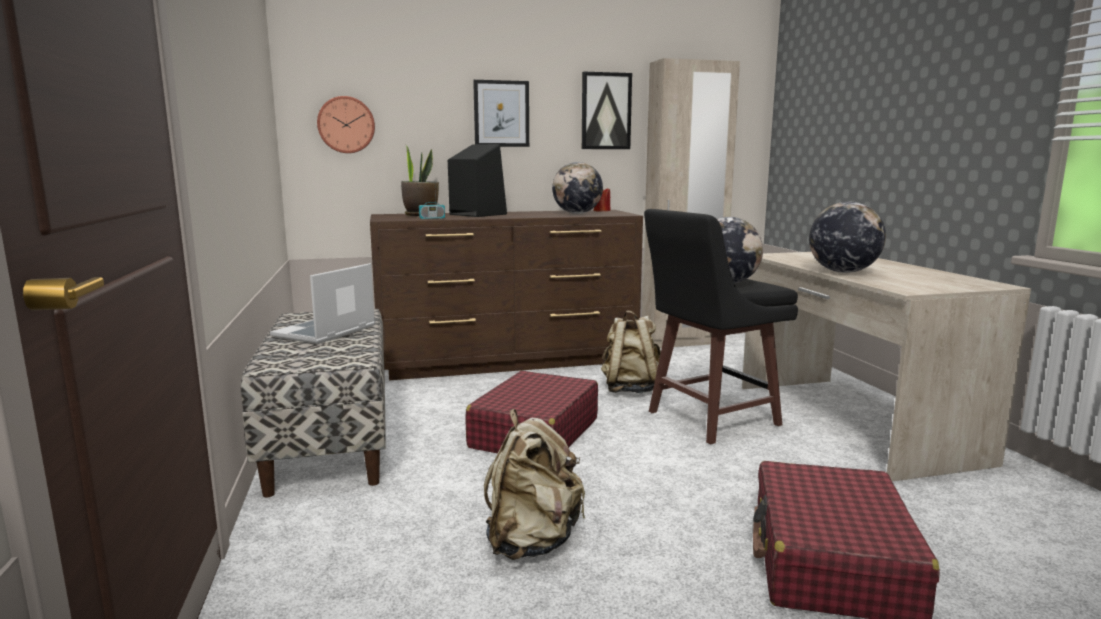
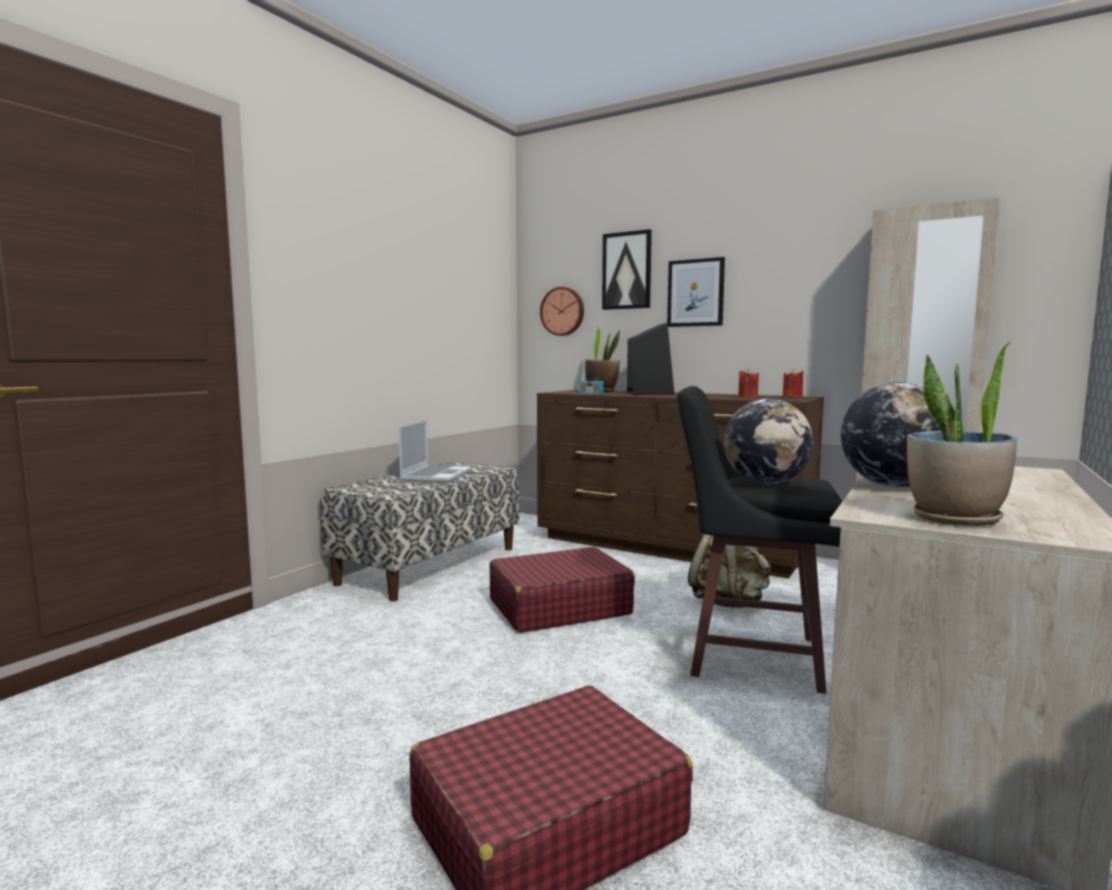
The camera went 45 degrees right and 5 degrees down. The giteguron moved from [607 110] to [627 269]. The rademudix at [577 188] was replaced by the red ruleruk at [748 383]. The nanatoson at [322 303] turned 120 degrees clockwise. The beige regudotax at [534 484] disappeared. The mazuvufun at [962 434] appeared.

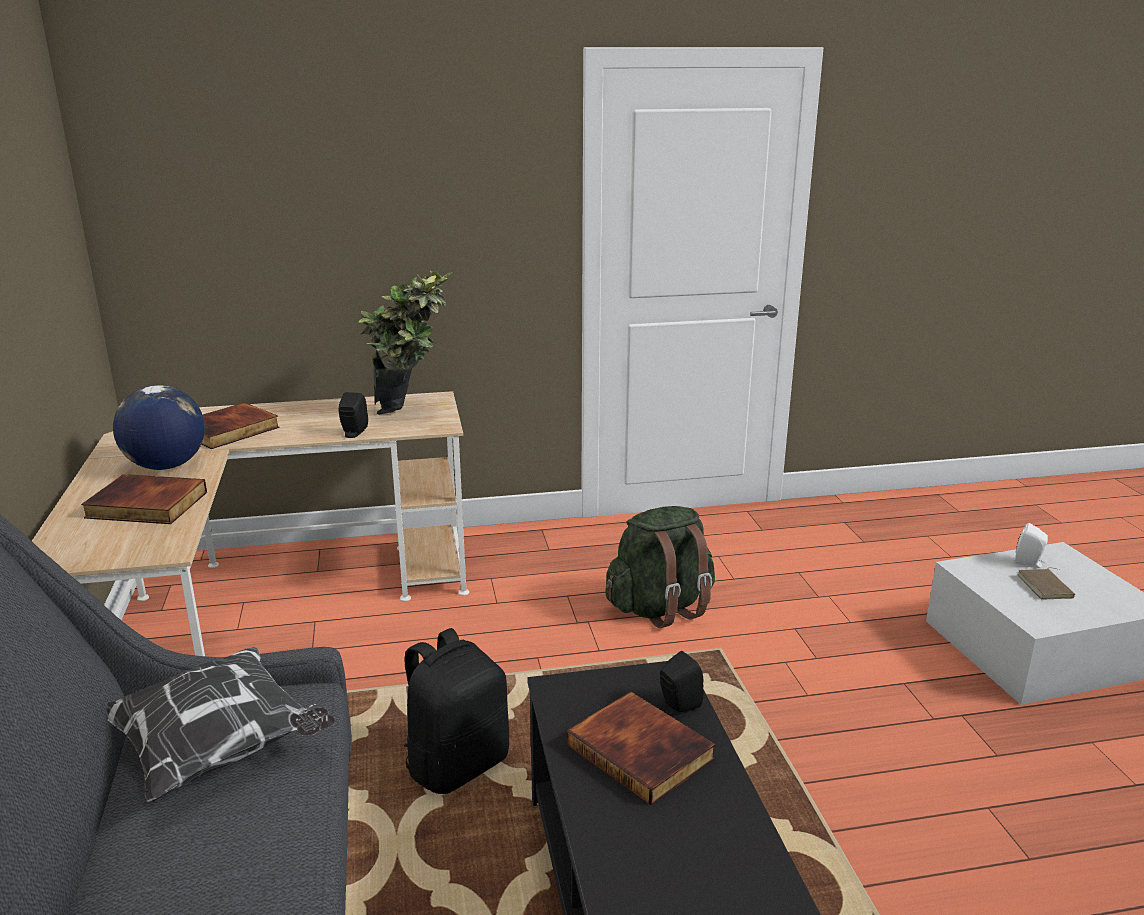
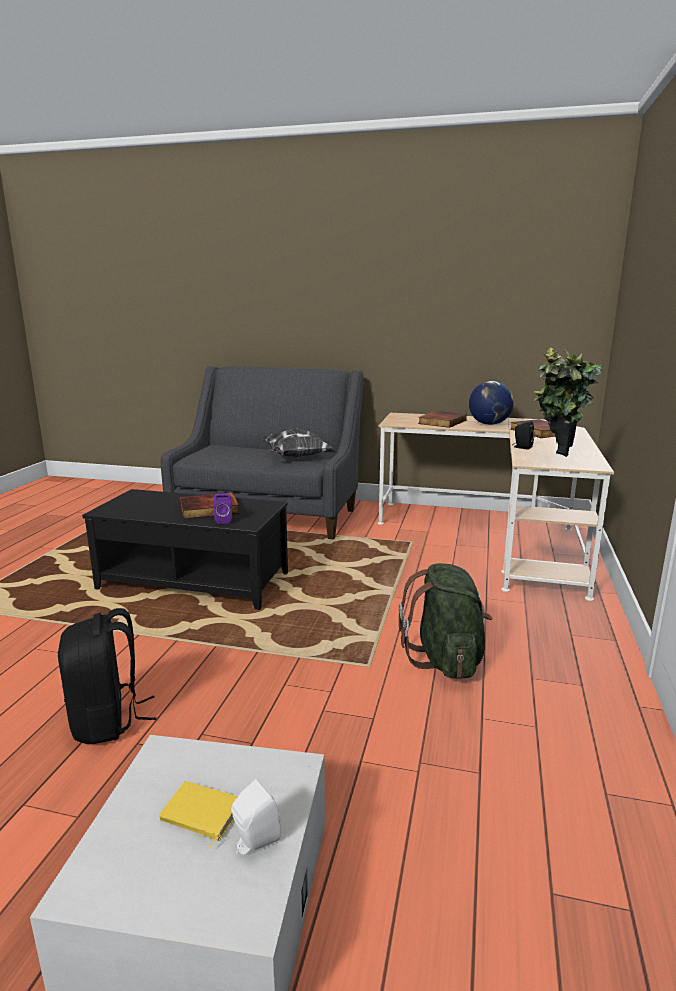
The camera went 115 degrees right and 5 degrees down. The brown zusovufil at [1046 583] became the yellow zusovufil at [198 815]. The black regudotax moved from [456 711] to [107 676]. The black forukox at [682 683] became the purple forukox at [222 508].

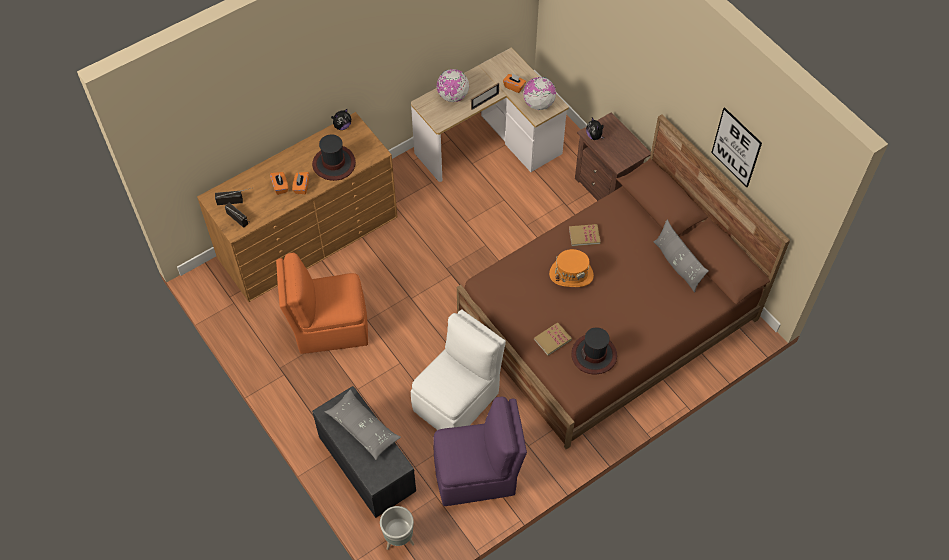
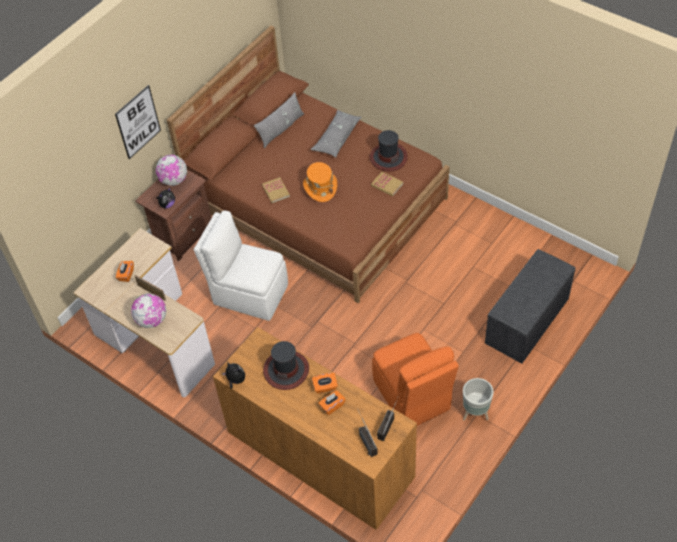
The camera went 105 degrees left and 5 degrees down. The rademudix moved from [539 93] to [171 170]. The giteguron moved from [736 147] to [138 122]. The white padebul moved from [458 370] to [241 265]. The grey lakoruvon moved from [363 424] to [336 133]. The purple padebul at [480 451] disappeared. The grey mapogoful moved from [397 528] to [478 399].

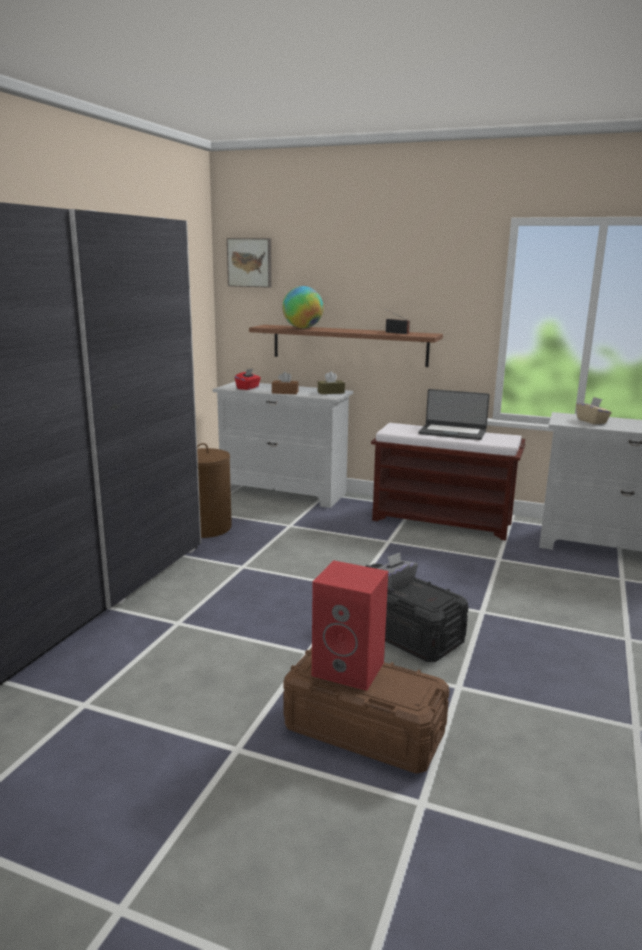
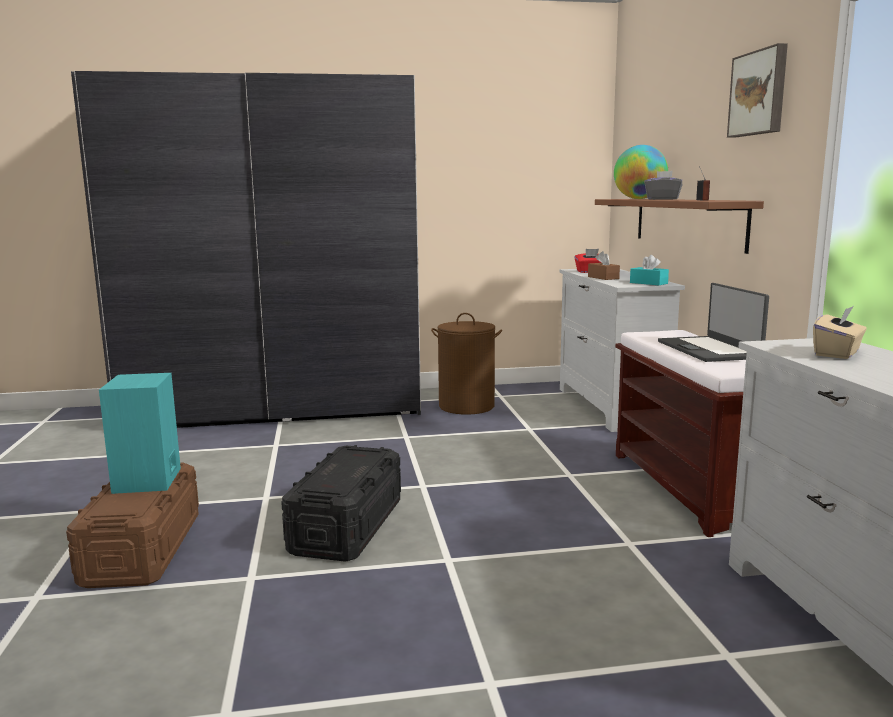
The camera went 60 degrees right and 5 degrees down. The giteguron moved from [249 263] to [757 90]. The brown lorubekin at [331 382] became the turquoise lorubekin at [649 270]. The grey lorubekin moved from [397 571] to [663 185]. The red forukox at [350 625] became the turquoise forukox at [140 433].

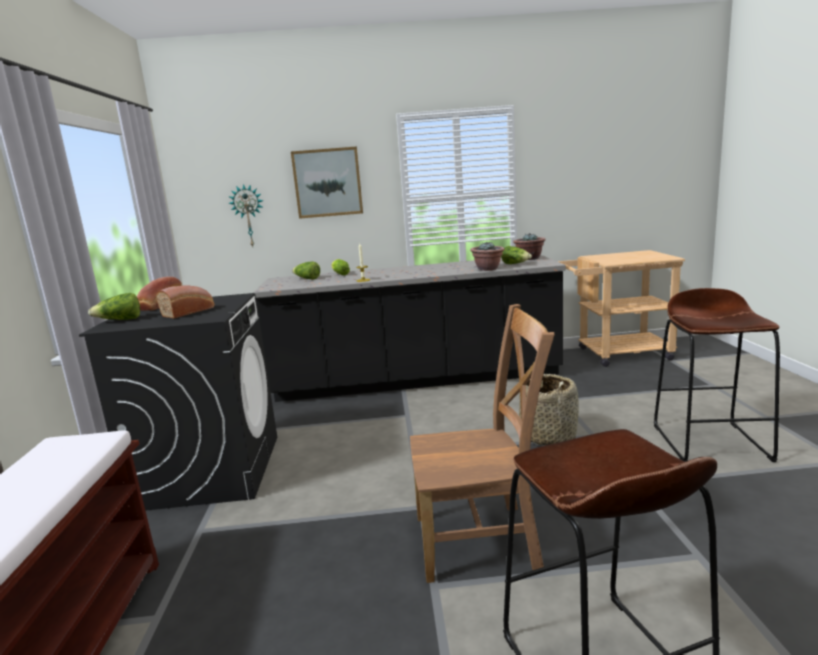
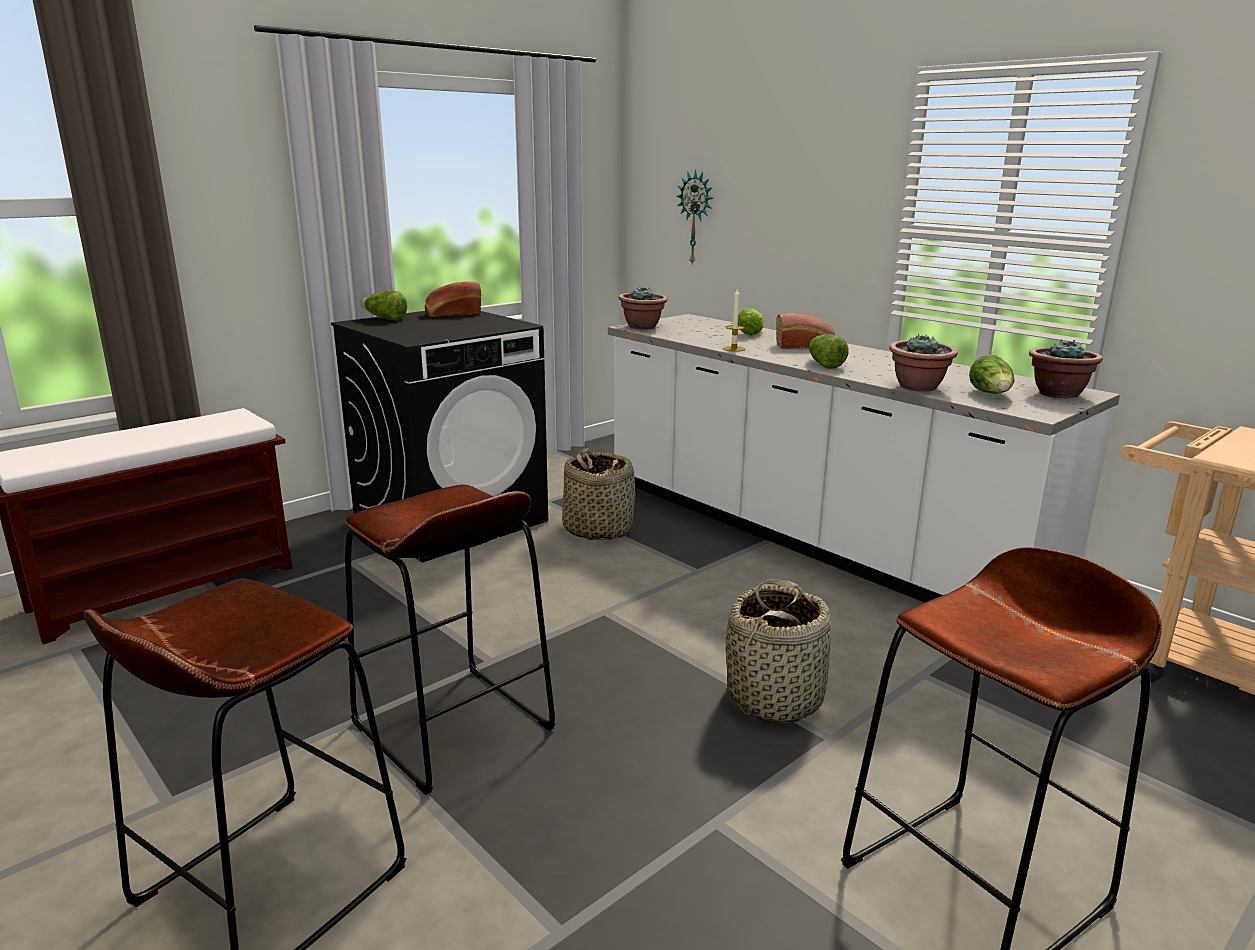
The camera went 50 degrees right and 5 degrees up. The giteguron at [327 182] disappeared. The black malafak at [409 328] became the white malafak at [864 458]. The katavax moved from [306 271] to [829 351]. The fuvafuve moved from [185 302] to [805 331]. The brown padebul at [482 443] was replaced by the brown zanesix at [450 640]. The mazuvufun at [643 308] appeared. The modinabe at [598 494] appeared.

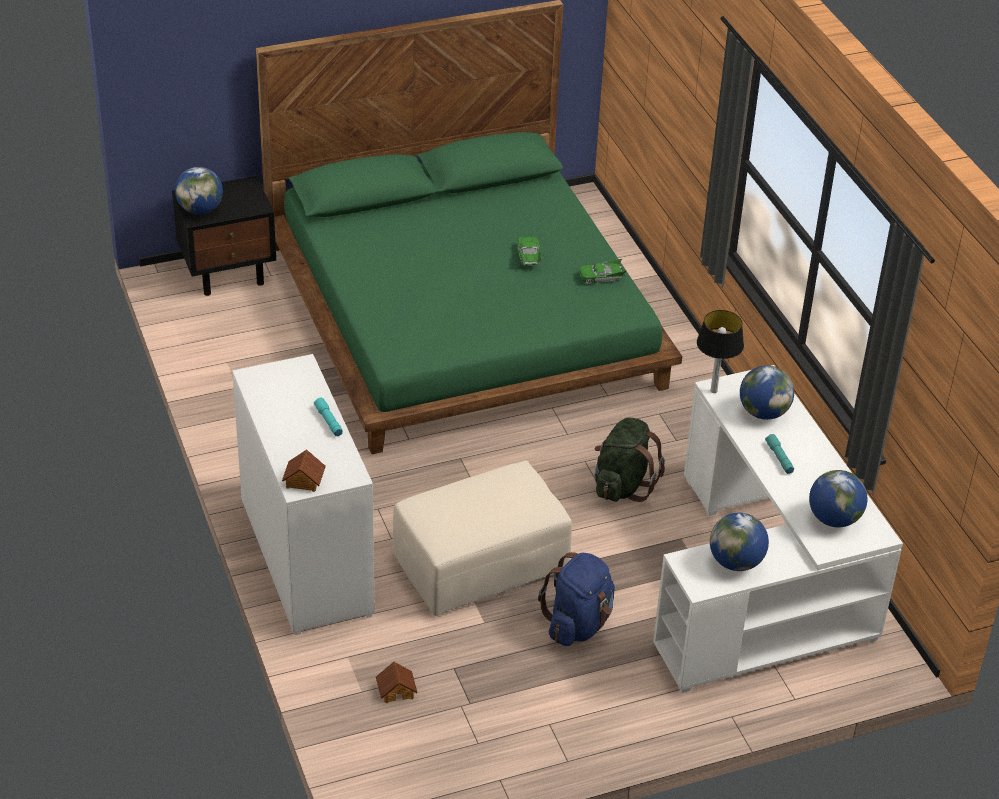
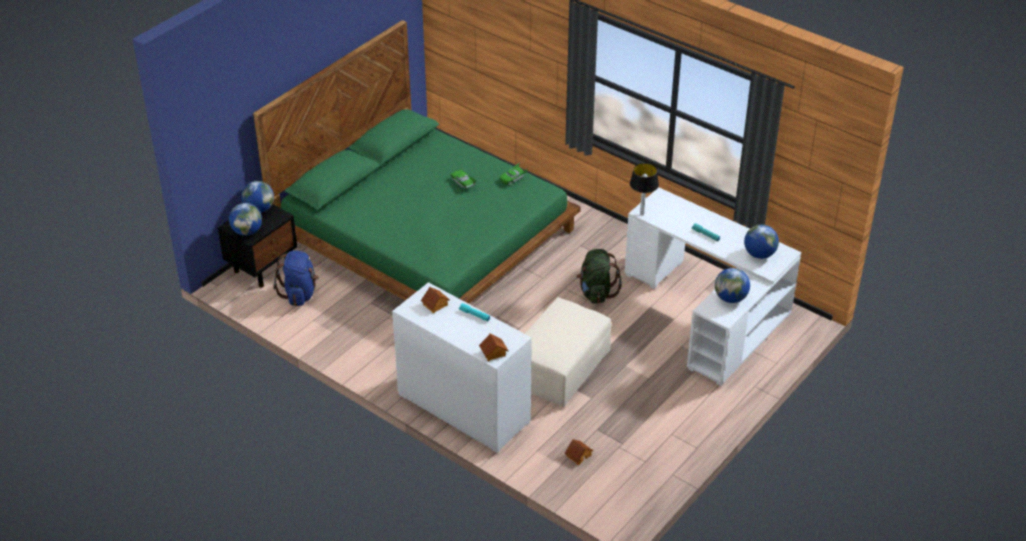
The camera went 30 degrees left and 0 degrees up. The rademudix moved from [767 392] to [257 197]. The blue regudotax moved from [576 599] to [296 278]. The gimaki at [435 300] appeared.

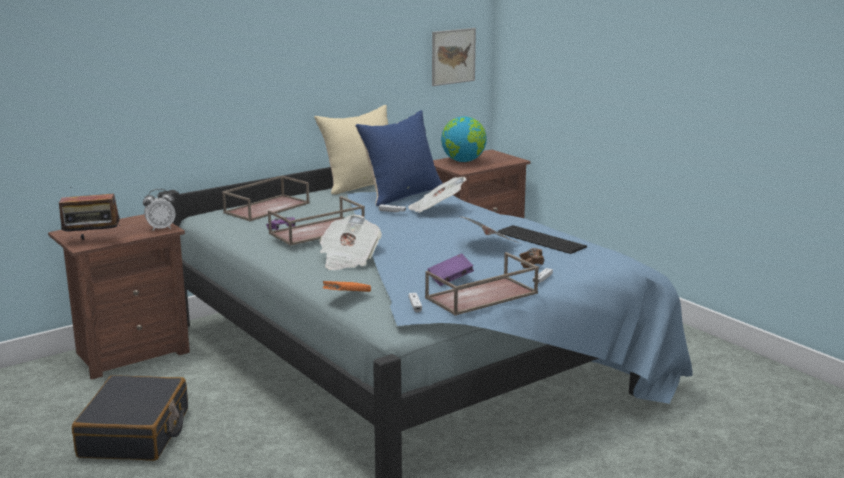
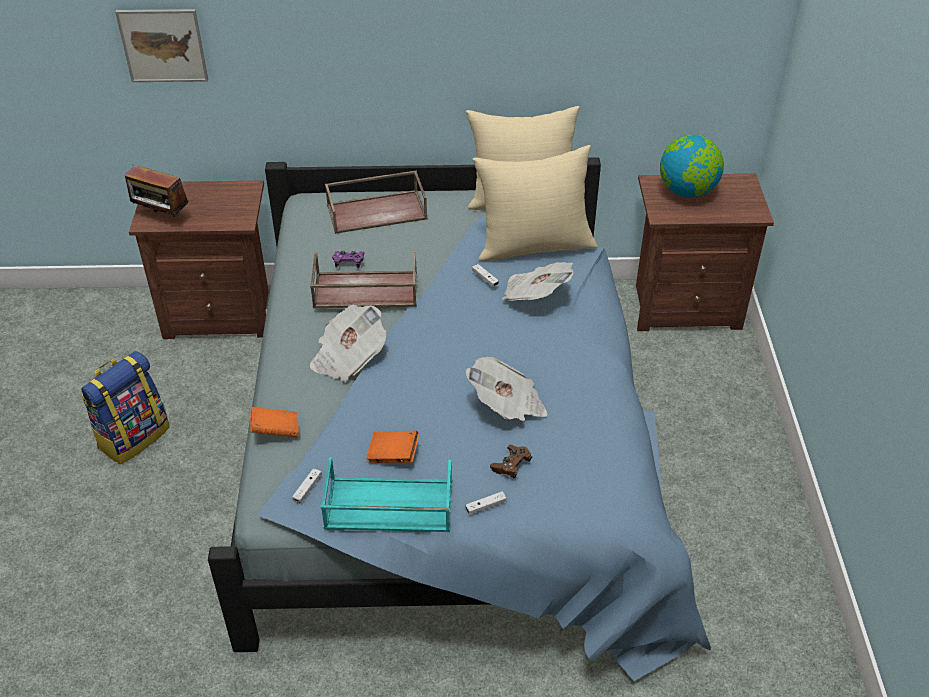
The camera went 35 degrees right and 25 degrees up. The giteguron moved from [454 57] to [161 45]. The blue lakoruvon at [399 158] became the beige lakoruvon at [535 203]. The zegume at [159 210] disappeared. The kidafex at [542 239] disappeared. The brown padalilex at [482 284] became the turquoise padalilex at [386 494]. The purple zusovufil at [451 269] became the orange zusovufil at [392 447]. The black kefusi at [130 418] was replaced by the regudotax at [125 407].

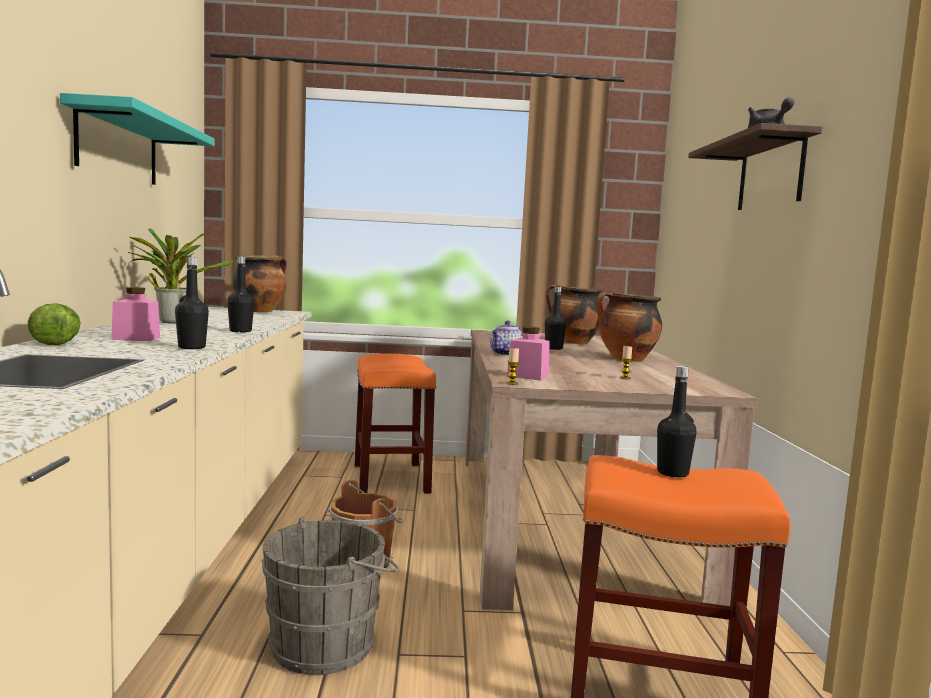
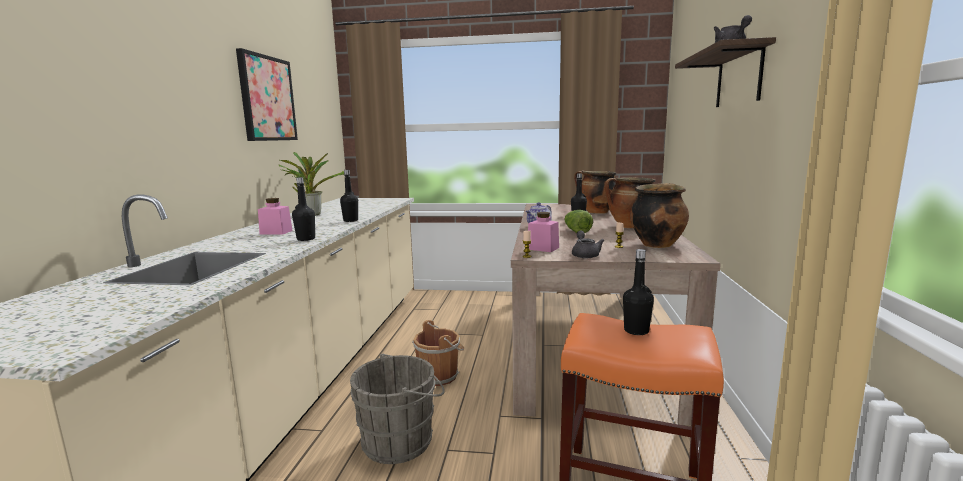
The camera went 10 degrees right and 5 degrees up. The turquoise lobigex at [137 139] was replaced by the giteguron at [267 94]. The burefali moved from [260 283] to [659 215]. The katavax moved from [54 324] to [578 221]. The orange zanesix at [396 423] disappeared. The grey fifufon at [588 244] appeared.

